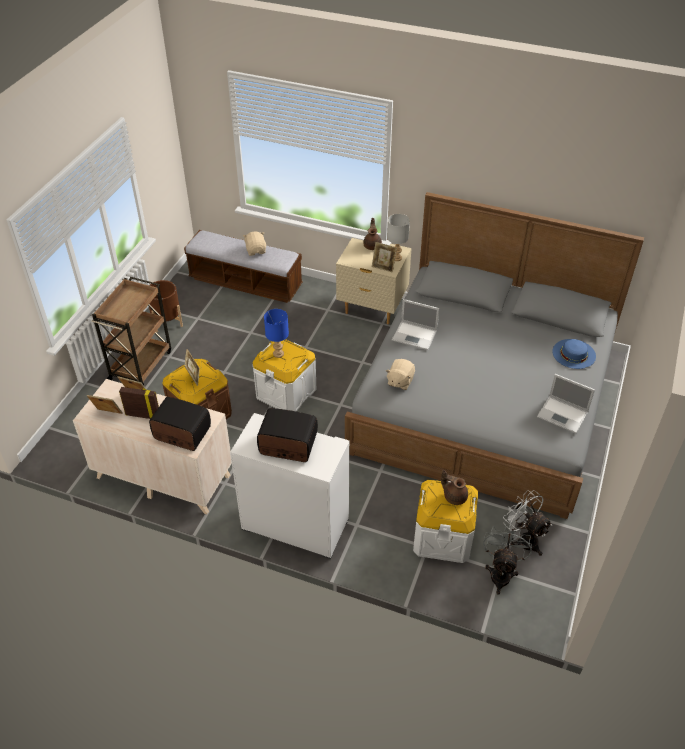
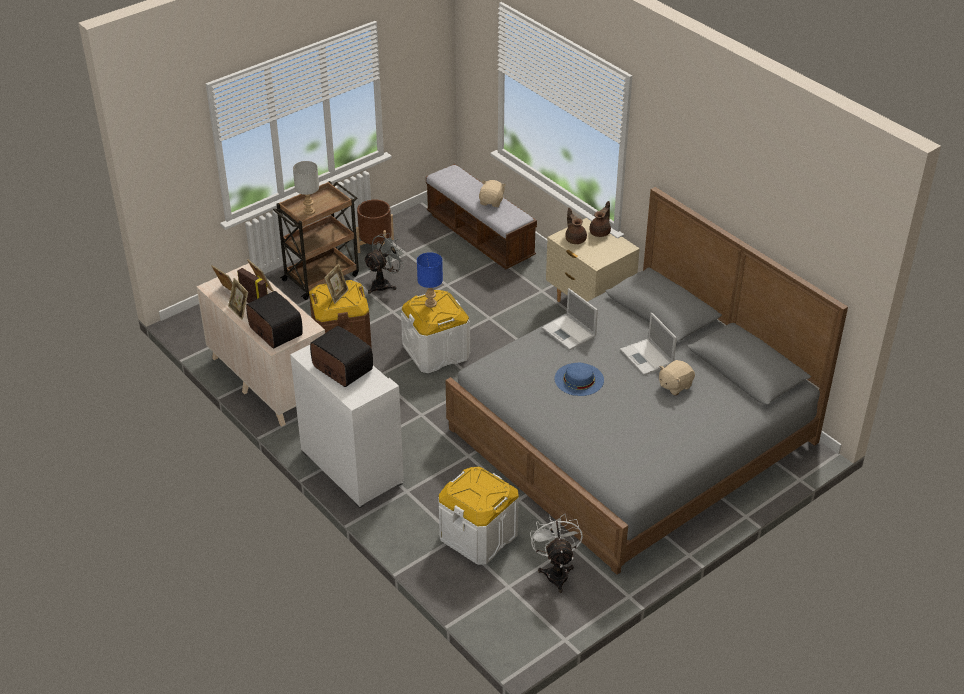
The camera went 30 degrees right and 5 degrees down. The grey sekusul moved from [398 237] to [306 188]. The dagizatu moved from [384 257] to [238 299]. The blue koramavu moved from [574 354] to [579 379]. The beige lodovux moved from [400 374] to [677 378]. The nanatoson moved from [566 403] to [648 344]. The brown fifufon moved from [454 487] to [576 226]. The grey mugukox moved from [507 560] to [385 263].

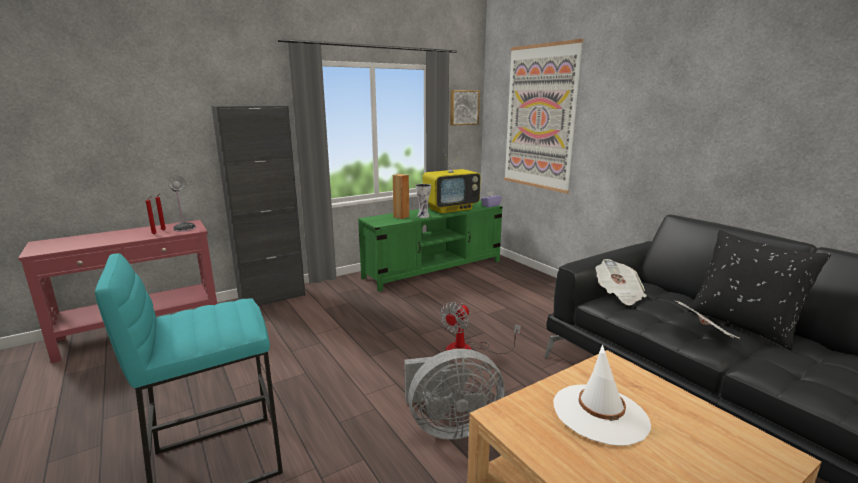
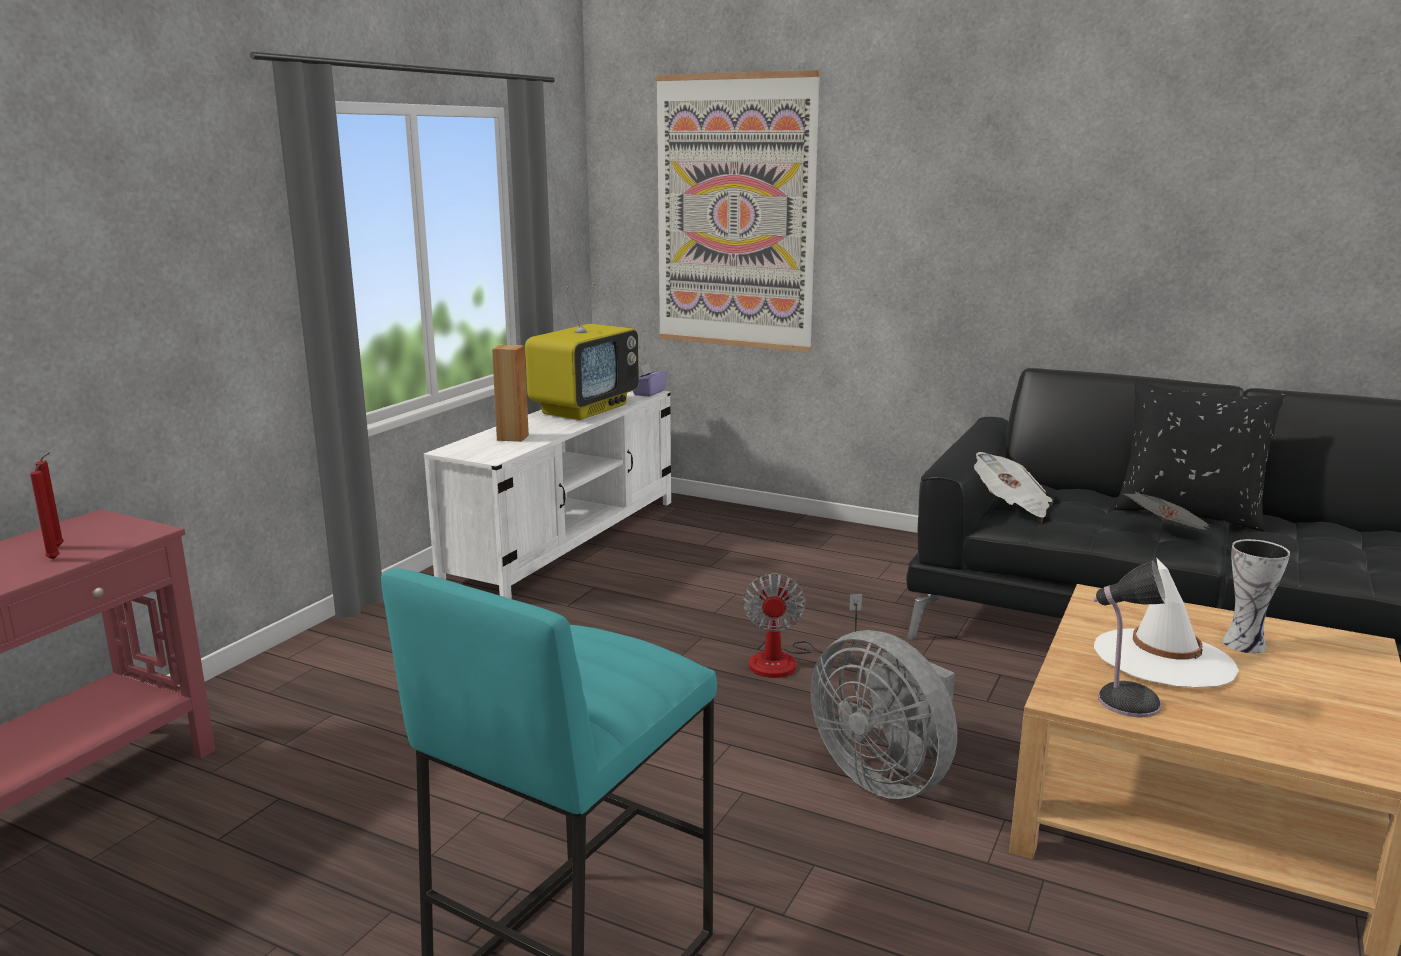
The camera went 30 degrees left and 0 degrees up. The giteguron at [465 108] disappeared. The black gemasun at [258 205] disappeared. The sekusul moved from [182 203] to [1129 638]. The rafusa moved from [423 201] to [1256 596]. The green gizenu at [430 246] became the white gizenu at [547 495]. The grey mugukox at [454 394] turned 90 degrees clockwise.

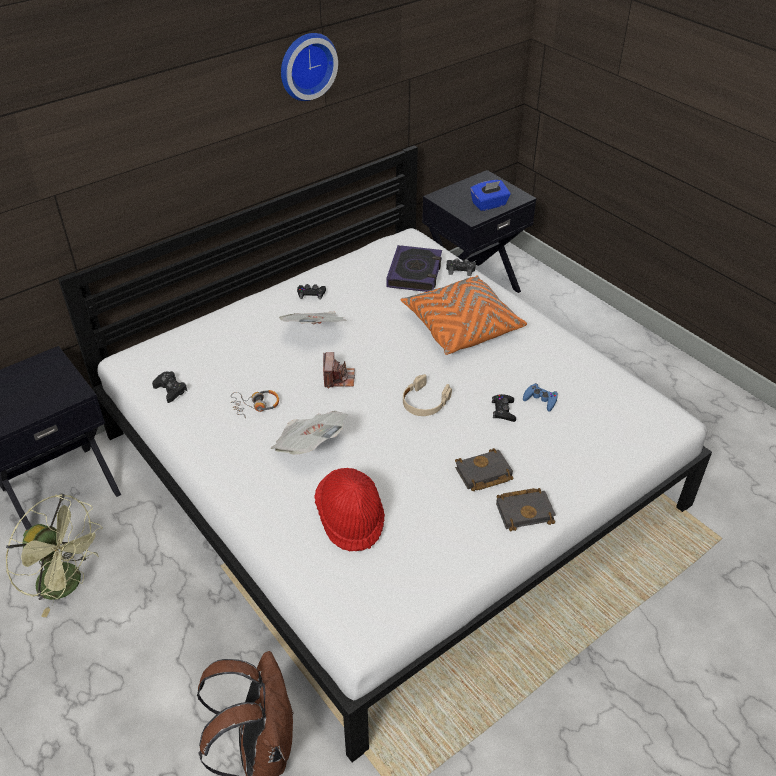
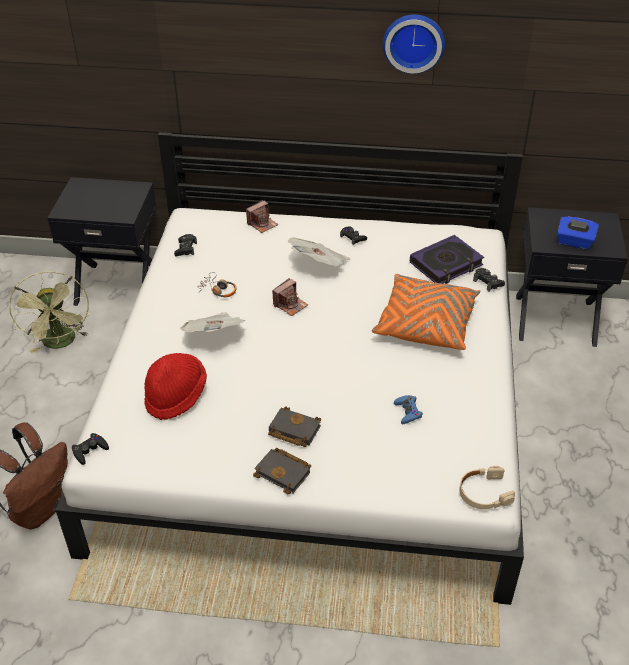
The camera went 45 degrees right and 0 degrees up. The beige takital moved from [427 395] to [487 487]. The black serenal moved from [504 408] to [90 449]. The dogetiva at [262 216] appeared.

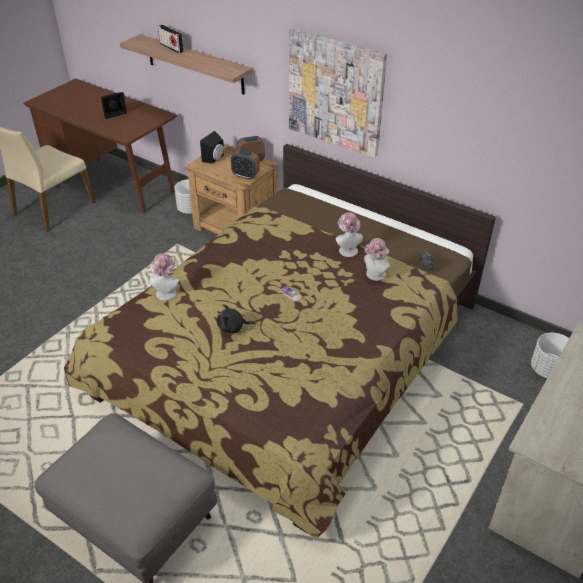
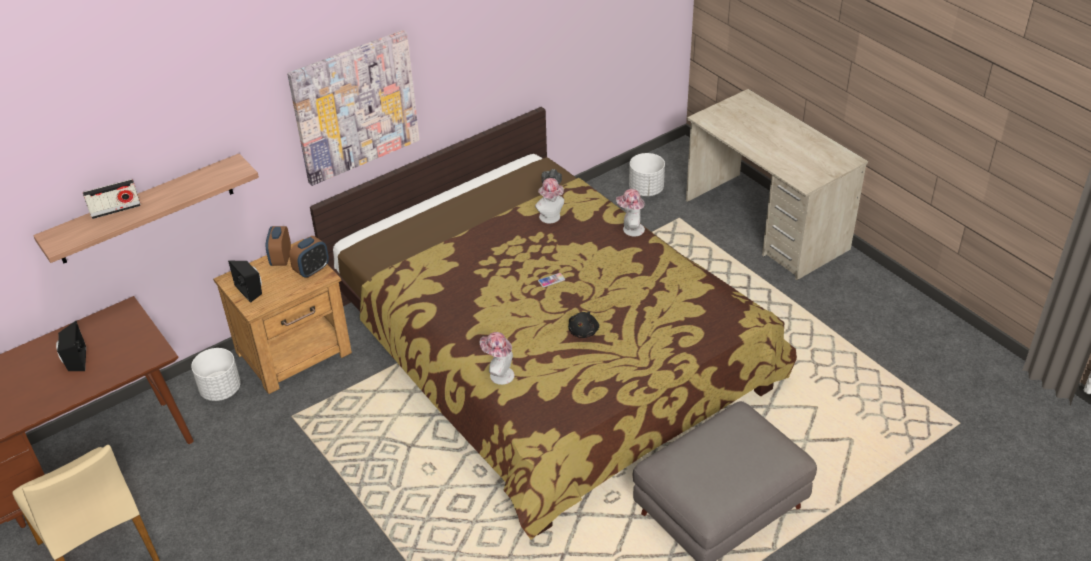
The camera went 70 degrees left and 0 degrees up. The koramavu moved from [349 234] to [630 212].

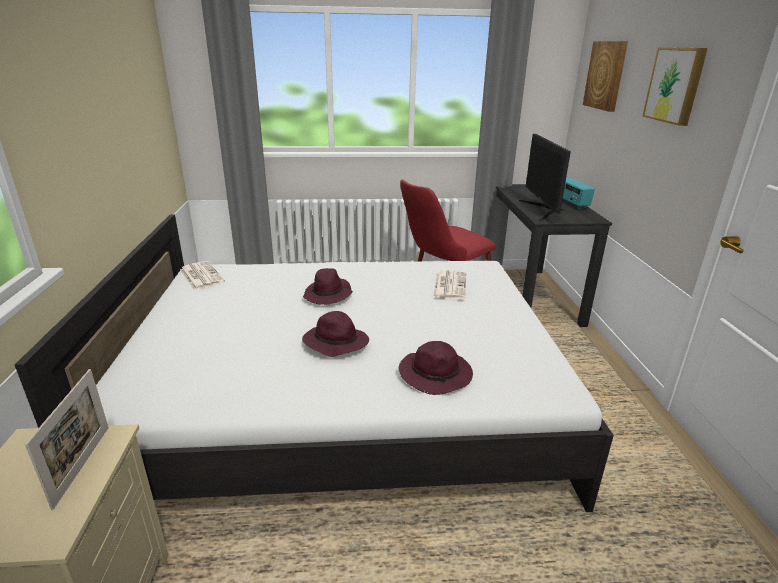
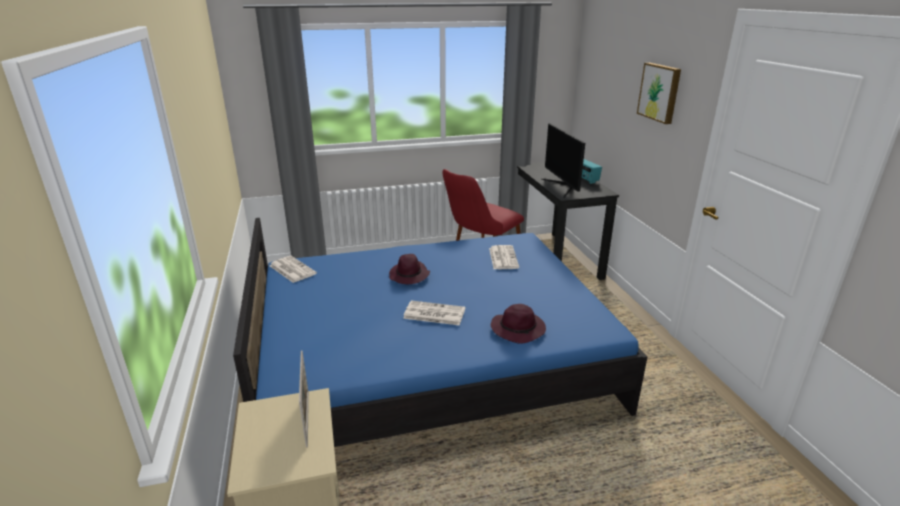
The camera went 10 degrees left and 0 degrees up. The giteguron at [605 76] disappeared. The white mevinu at [314 363] became the blue mevinu at [440 332]. The purple koramavu at [335 334] was replaced by the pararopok at [434 313].

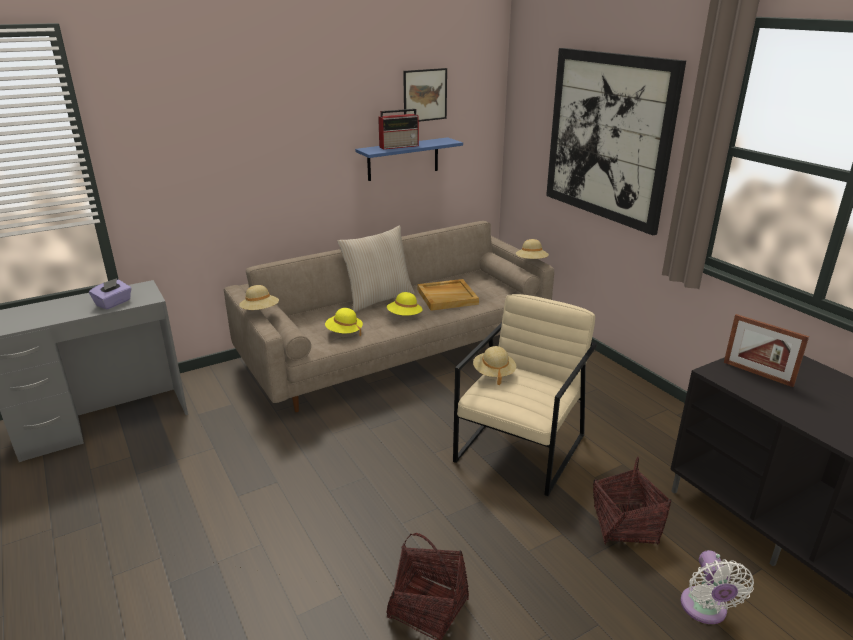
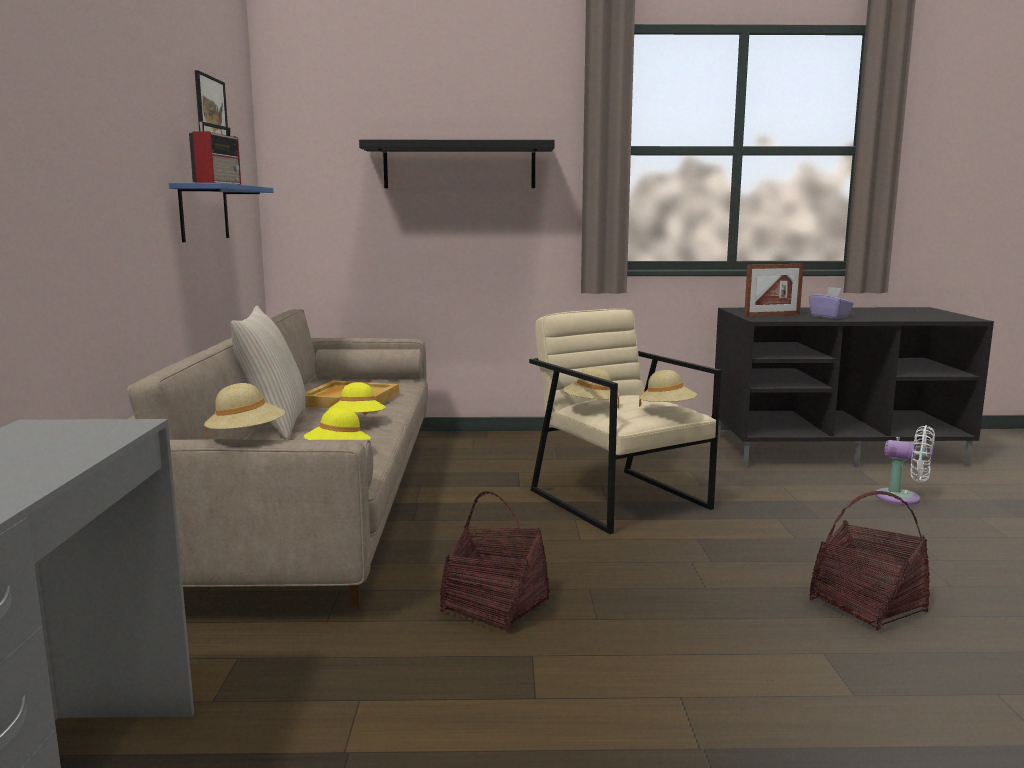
The camera went 60 degrees left and 15 degrees down. The giteguron at [616 141] was replaced by the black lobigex at [457 164]. The beige koramavu moved from [532 249] to [668 388]. The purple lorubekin moved from [110 293] to [831 303]. The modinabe moved from [632 501] to [495 562].

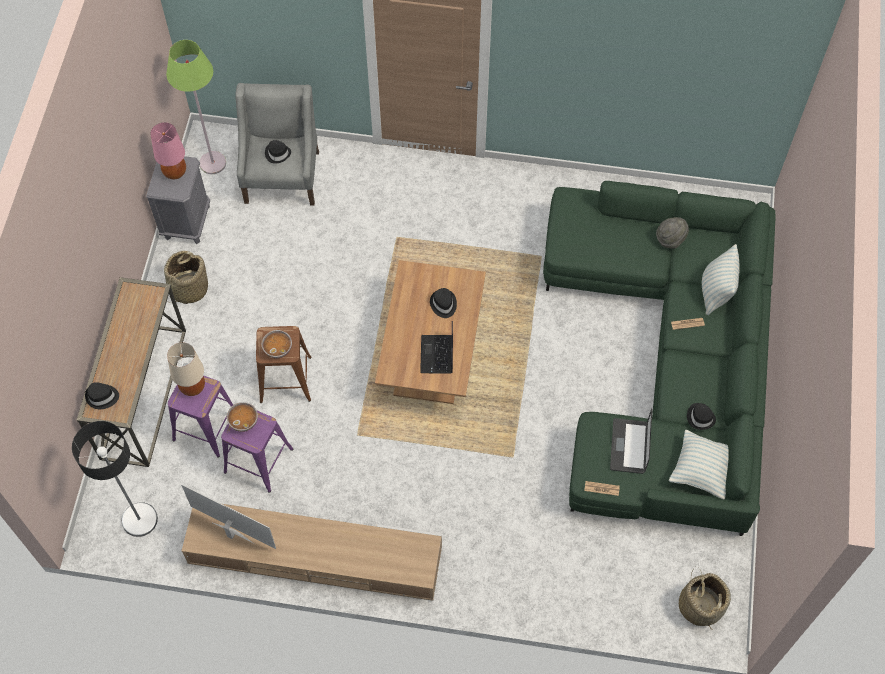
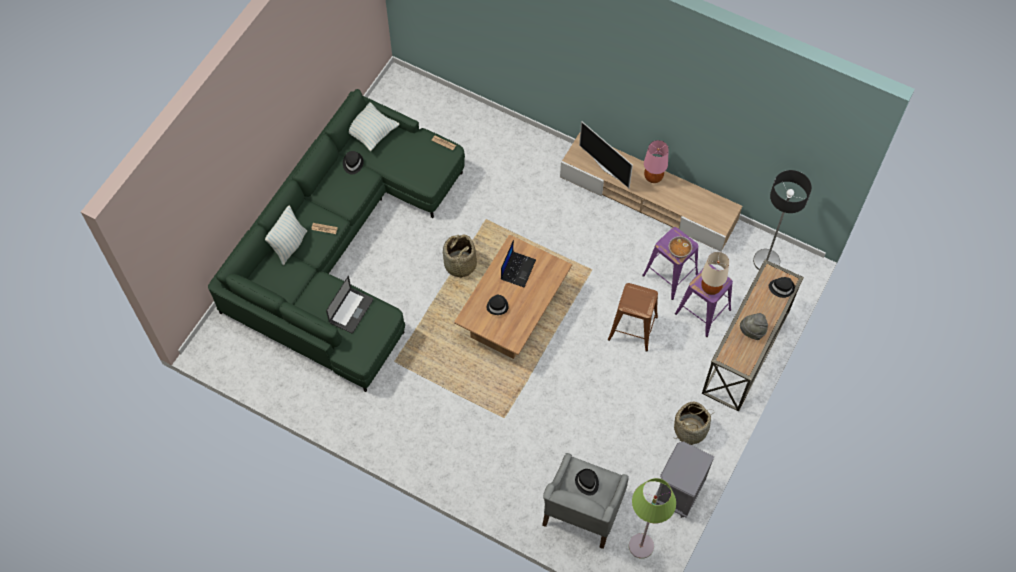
The camera went 160 degrees left and 0 degrees up. The pink sekusul moved from [168 151] to [656 161]. The grey koramavu moved from [672 233] to [754 326]. The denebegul at [277 344] disappeared. The nanatoson moved from [631 441] to [350 304]. The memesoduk moved from [228 516] to [606 154]. The modinabe moved from [705 599] to [460 257].

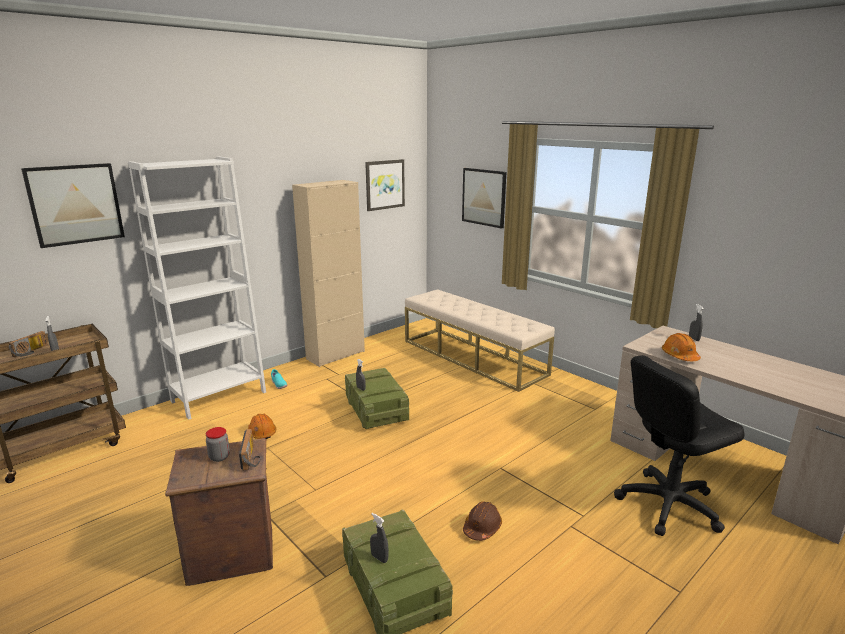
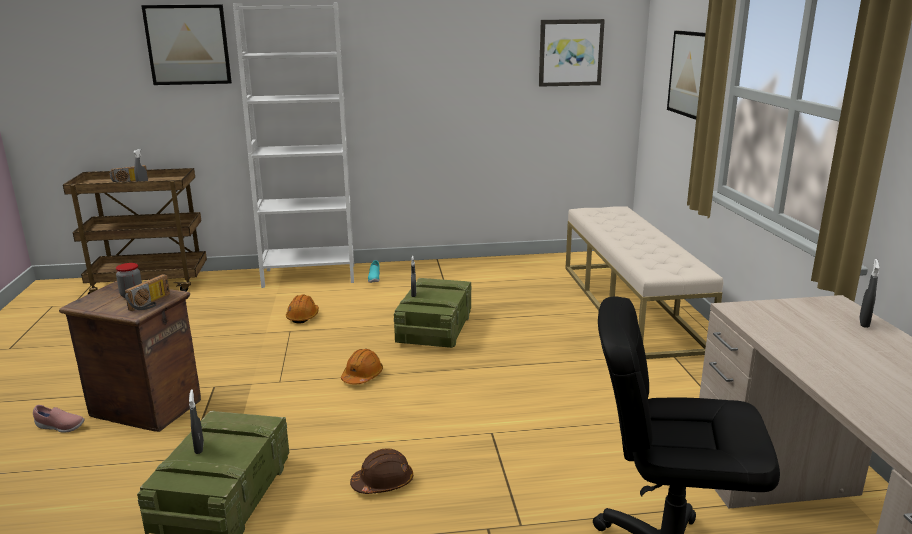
The camera went 35 degrees right and 0 degrees up. The beige gemasun at [328 273] disappeared. The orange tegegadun moved from [681 347] to [362 366]. The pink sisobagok at [58 419] appeared.

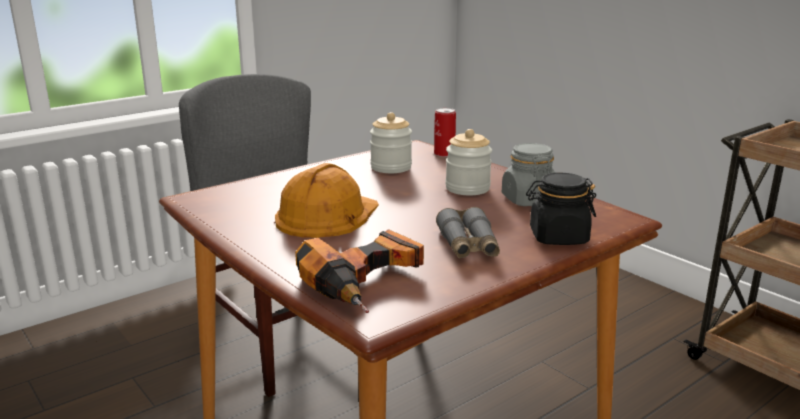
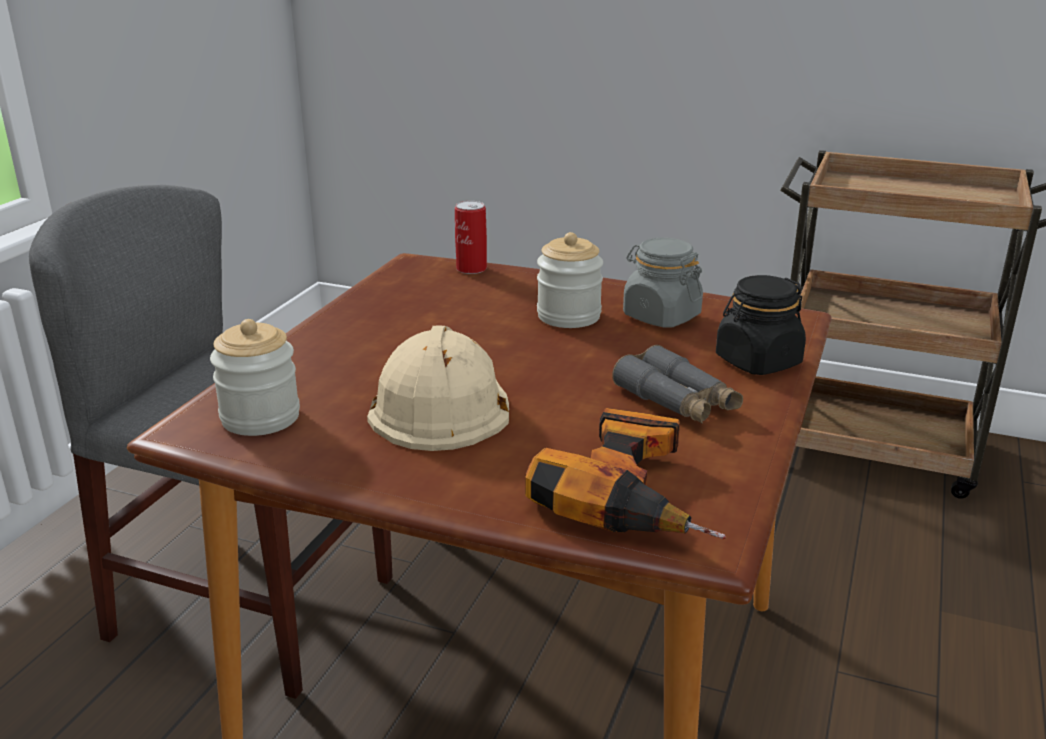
The camera went 30 degrees left and 5 degrees up. The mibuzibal moved from [391 142] to [255 377]. The orange tegegadun at [327 200] became the beige tegegadun at [438 388].

